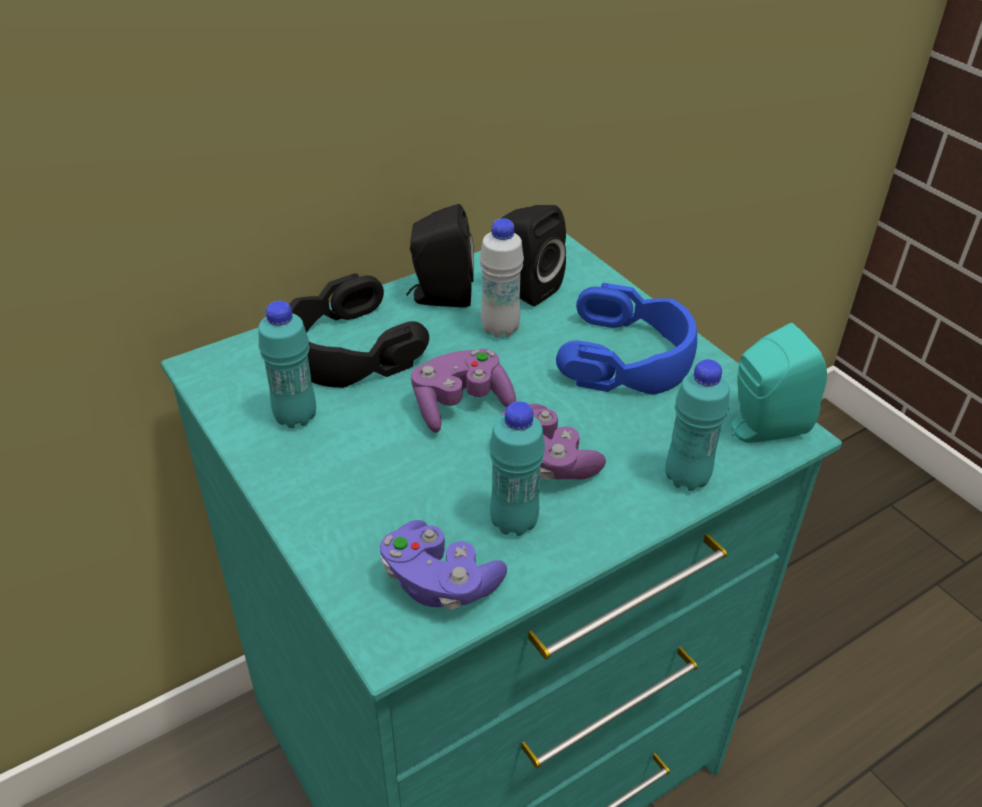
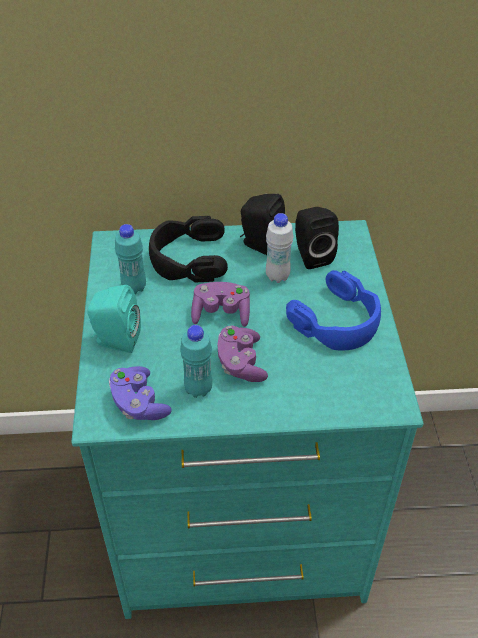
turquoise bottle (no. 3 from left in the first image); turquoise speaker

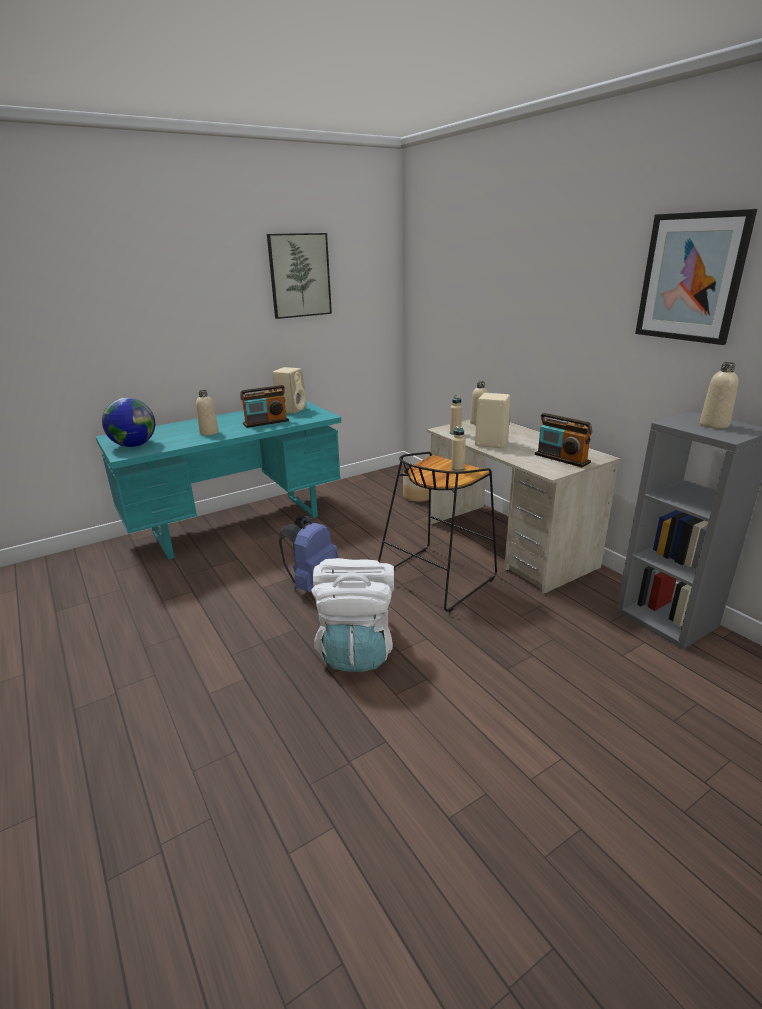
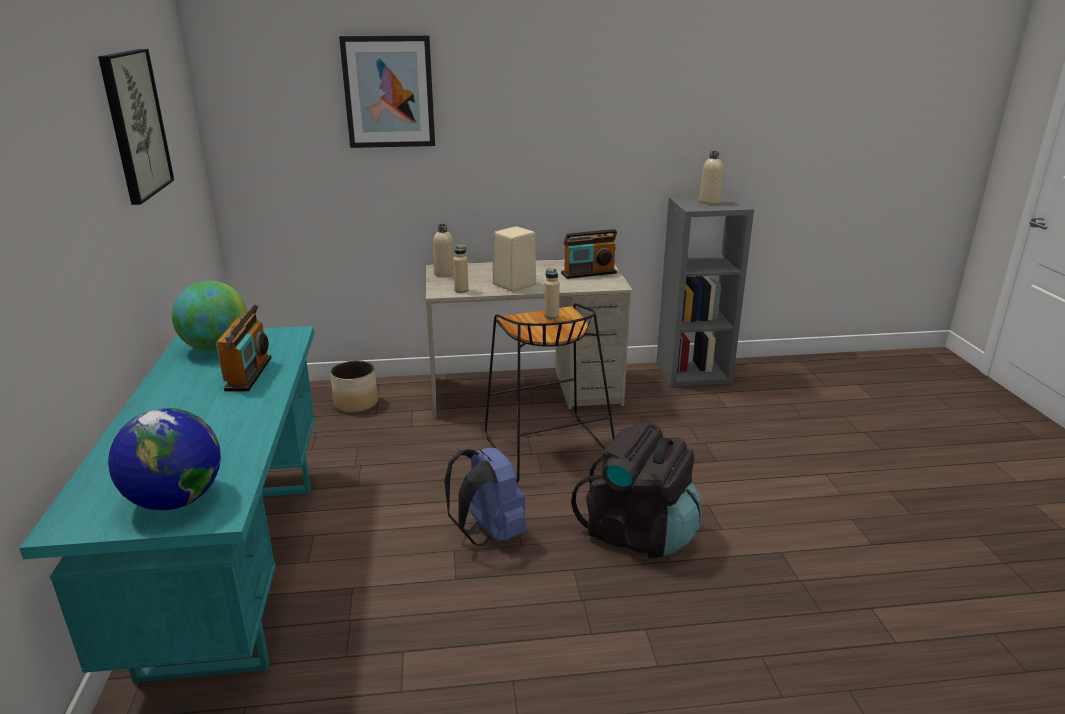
beige bottle (no. 1 from left in the first image); picture (no. 2 from left); globe (no. 2 from left); black backpack

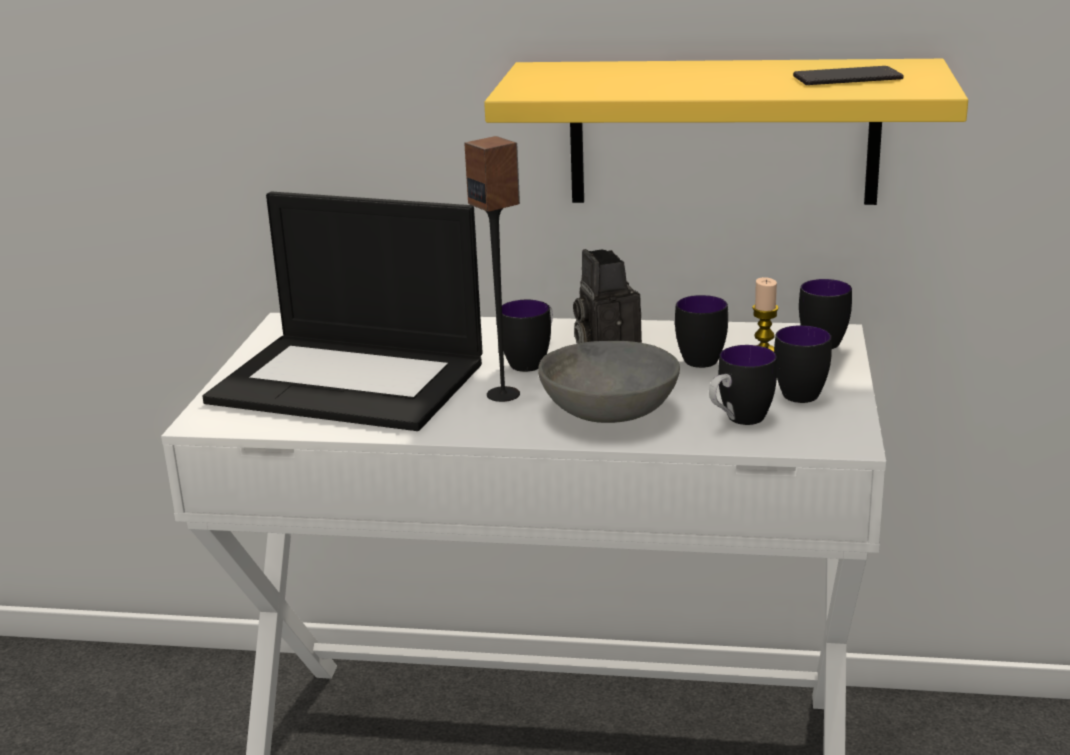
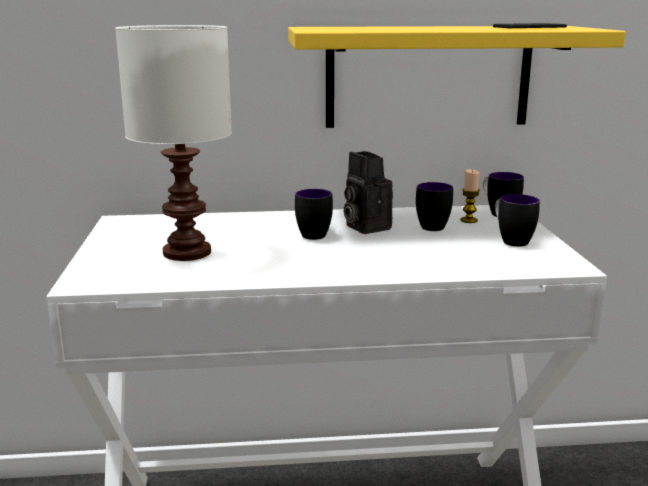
speaker; grey bowl; mug (no. 3 from left in the first image); white table lamp

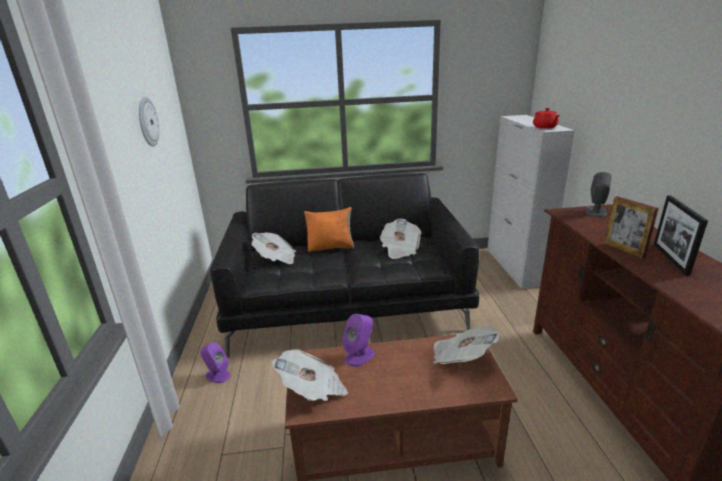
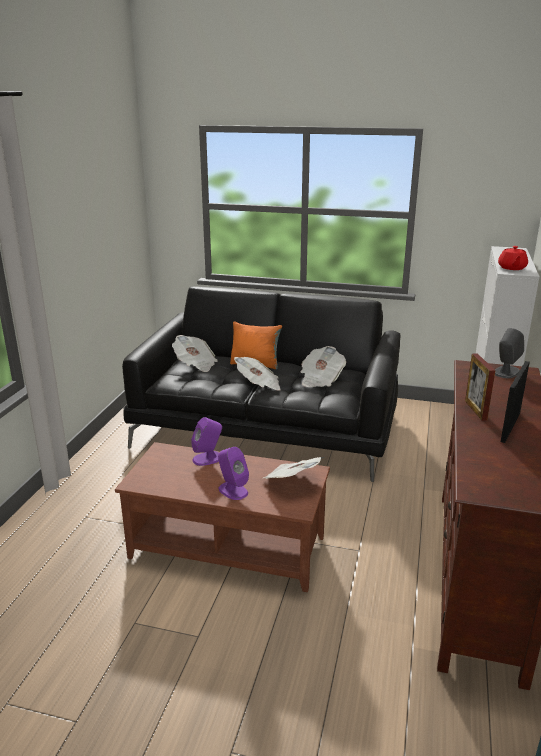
wall clock; purple speaker (no. 2 from left); newspaper (no. 2 from left)

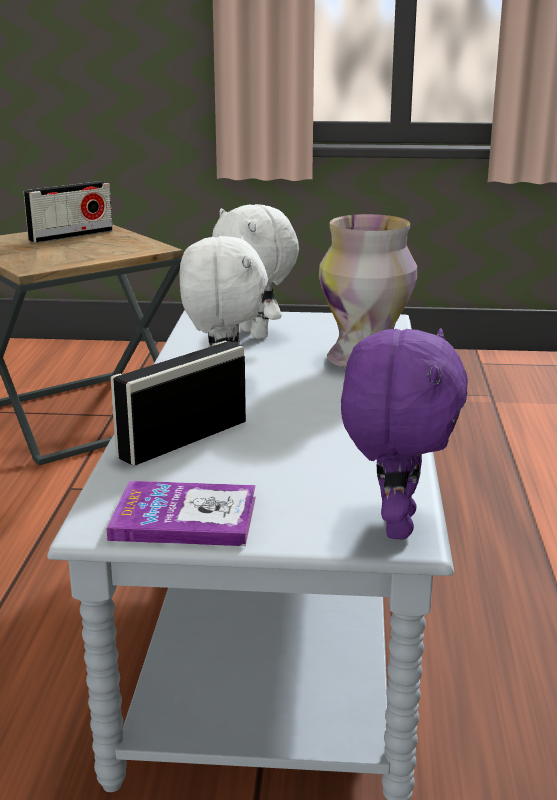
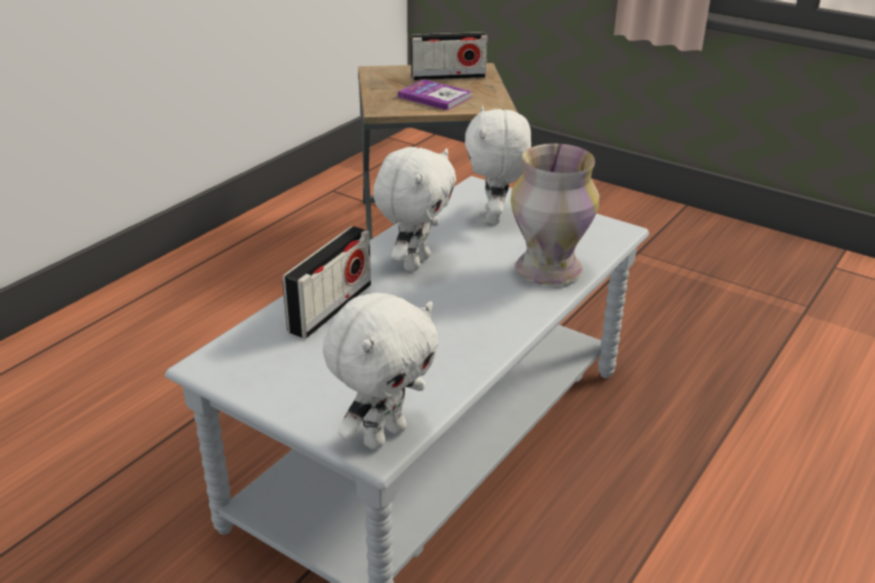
book; white plush toy (no. 1 from left); radio (no. 1 from left)

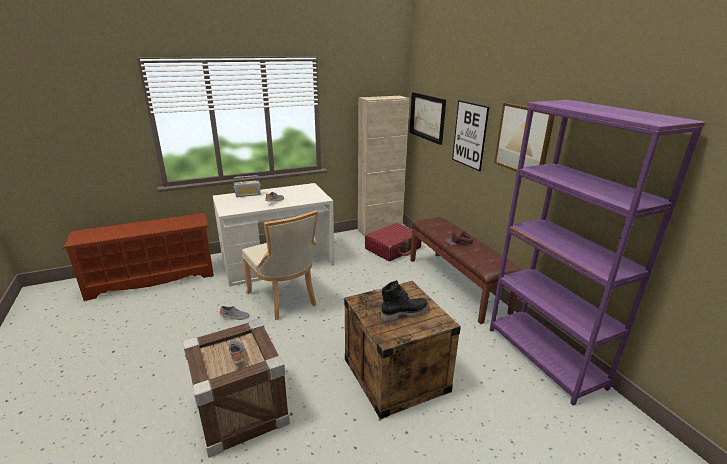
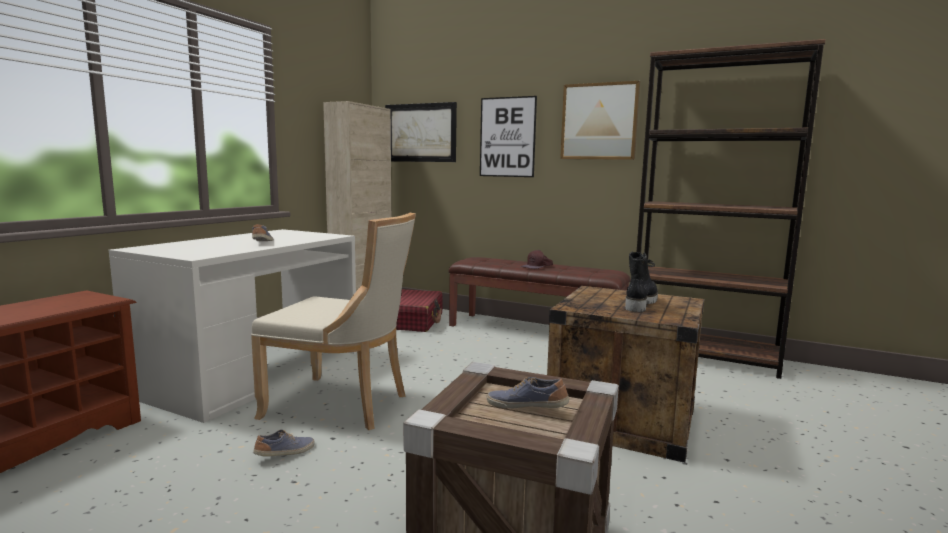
radio; brown bookcase

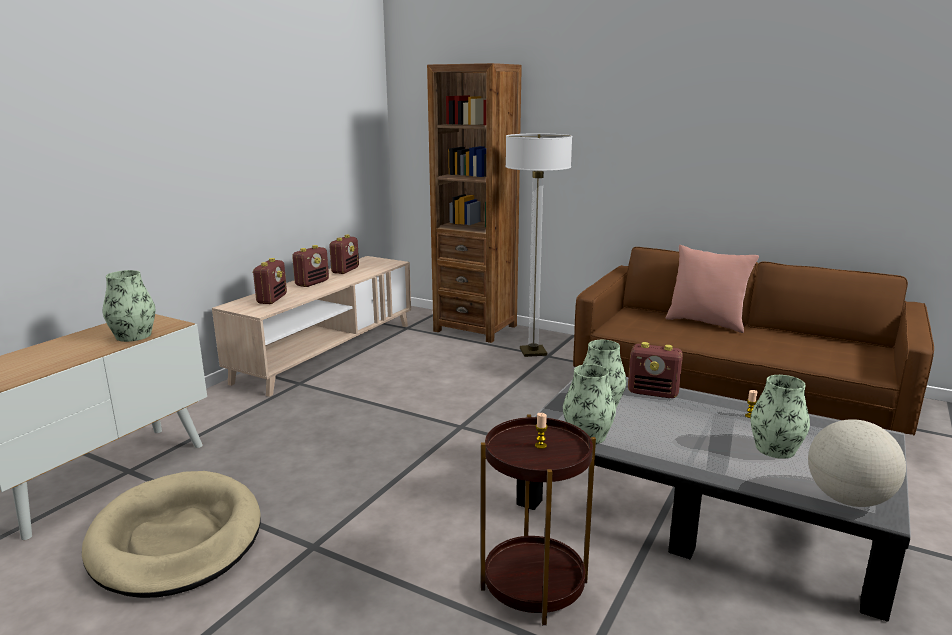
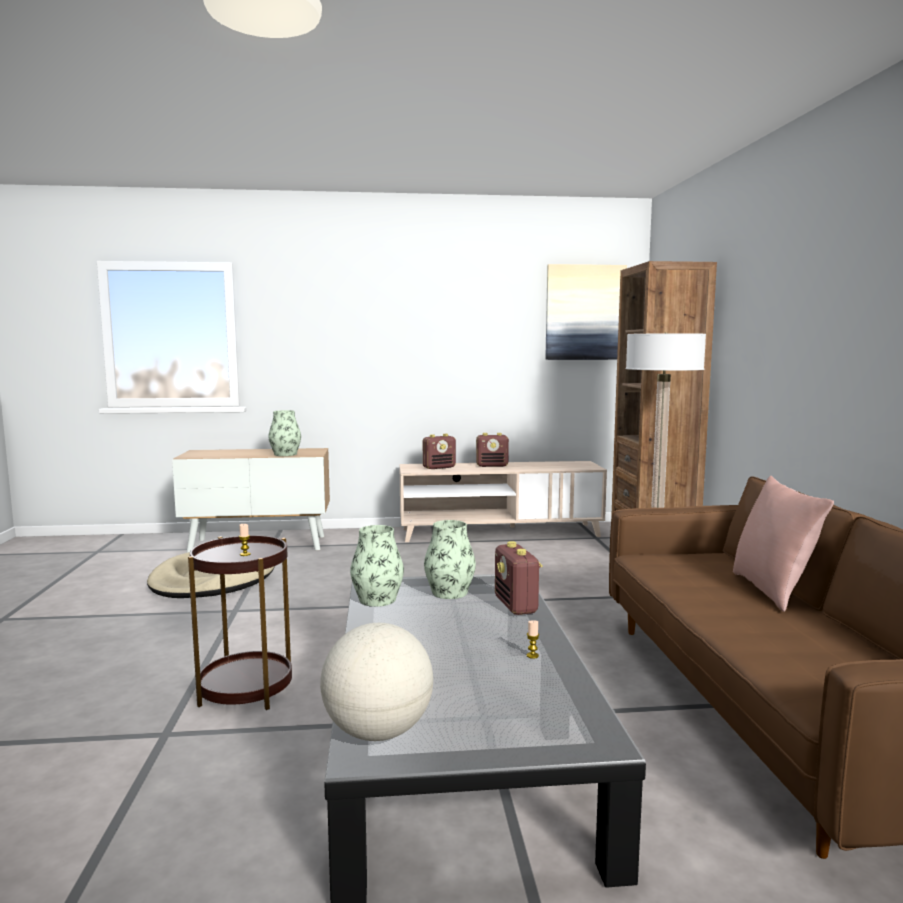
radio (no. 3 from left in the first image); vase (no. 4 from left in the first image); picture

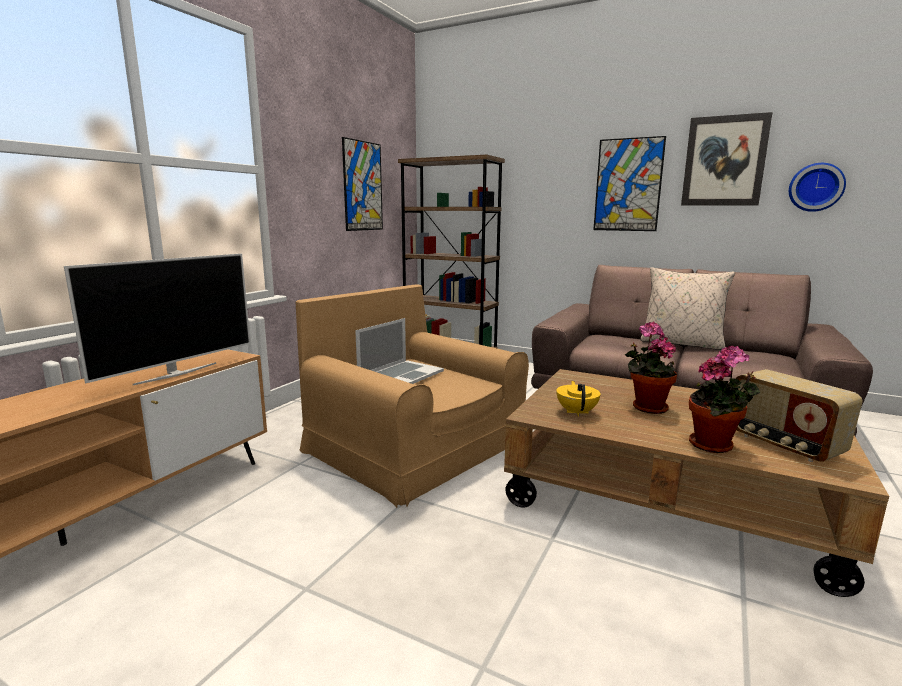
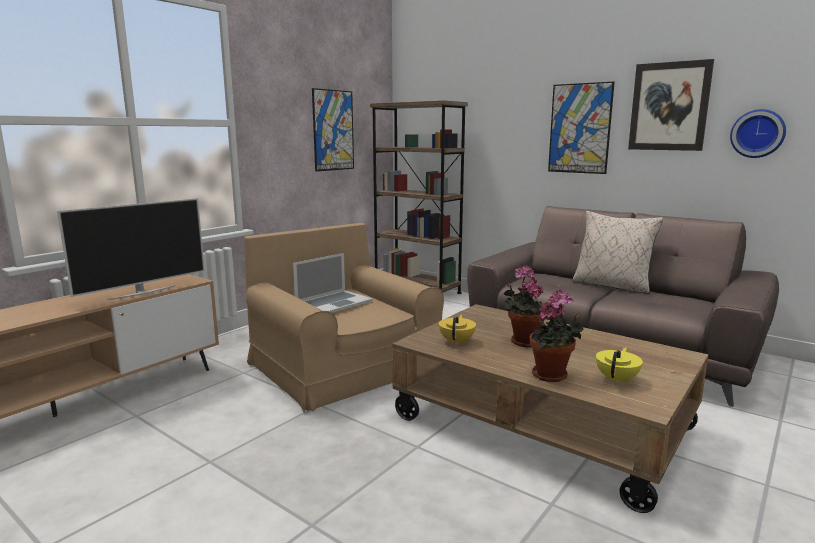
yellow teapot (no. 2 from left)

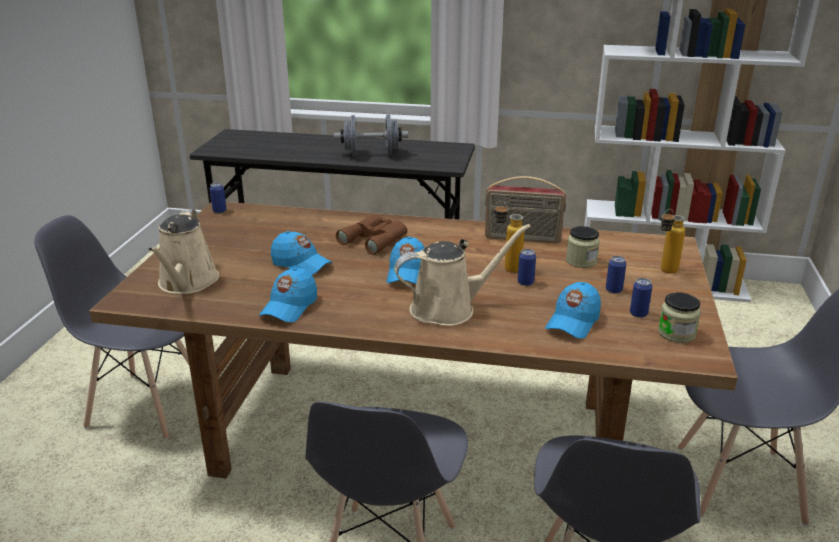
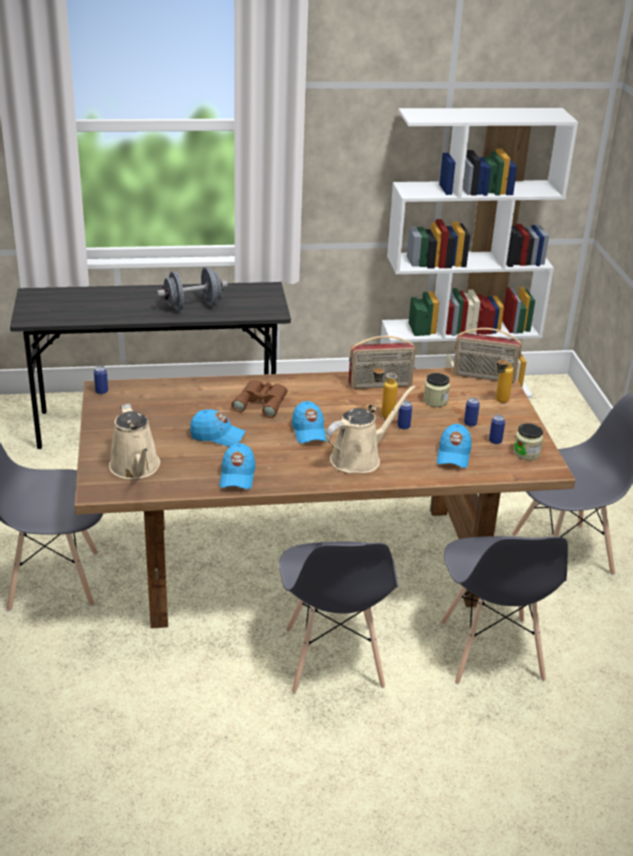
radio (no. 2 from left)

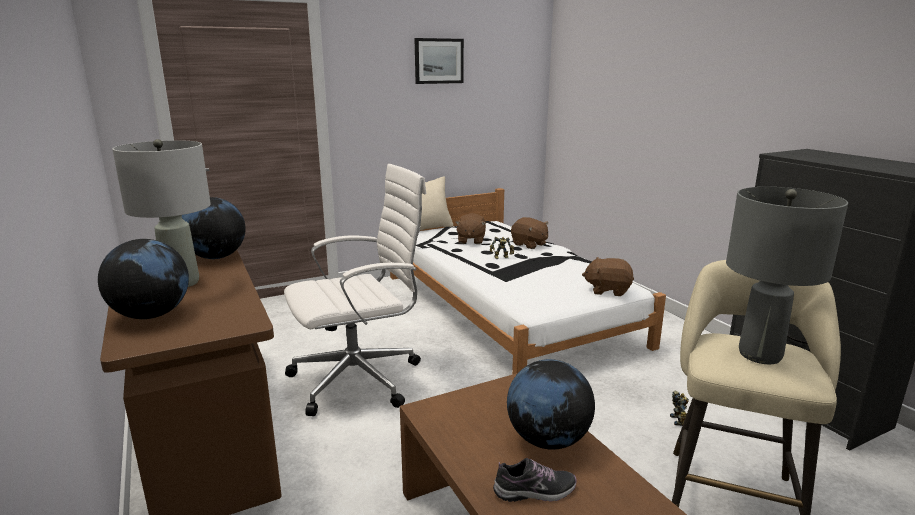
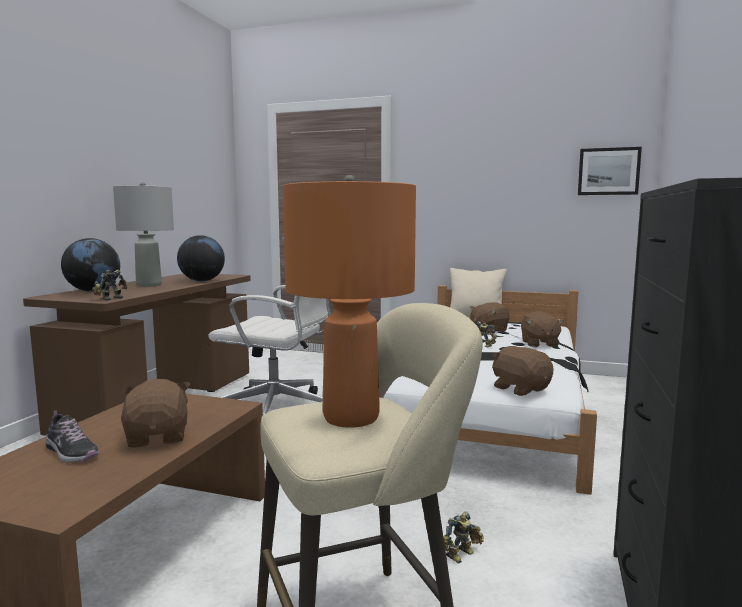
toy robot (no. 1 from left); picture; brown plush toy (no. 1 from left); orange table lamp

